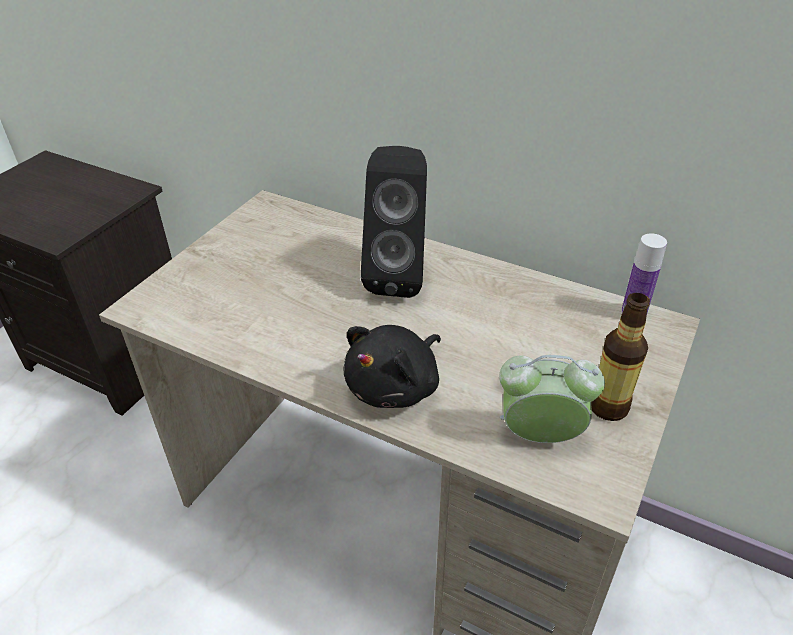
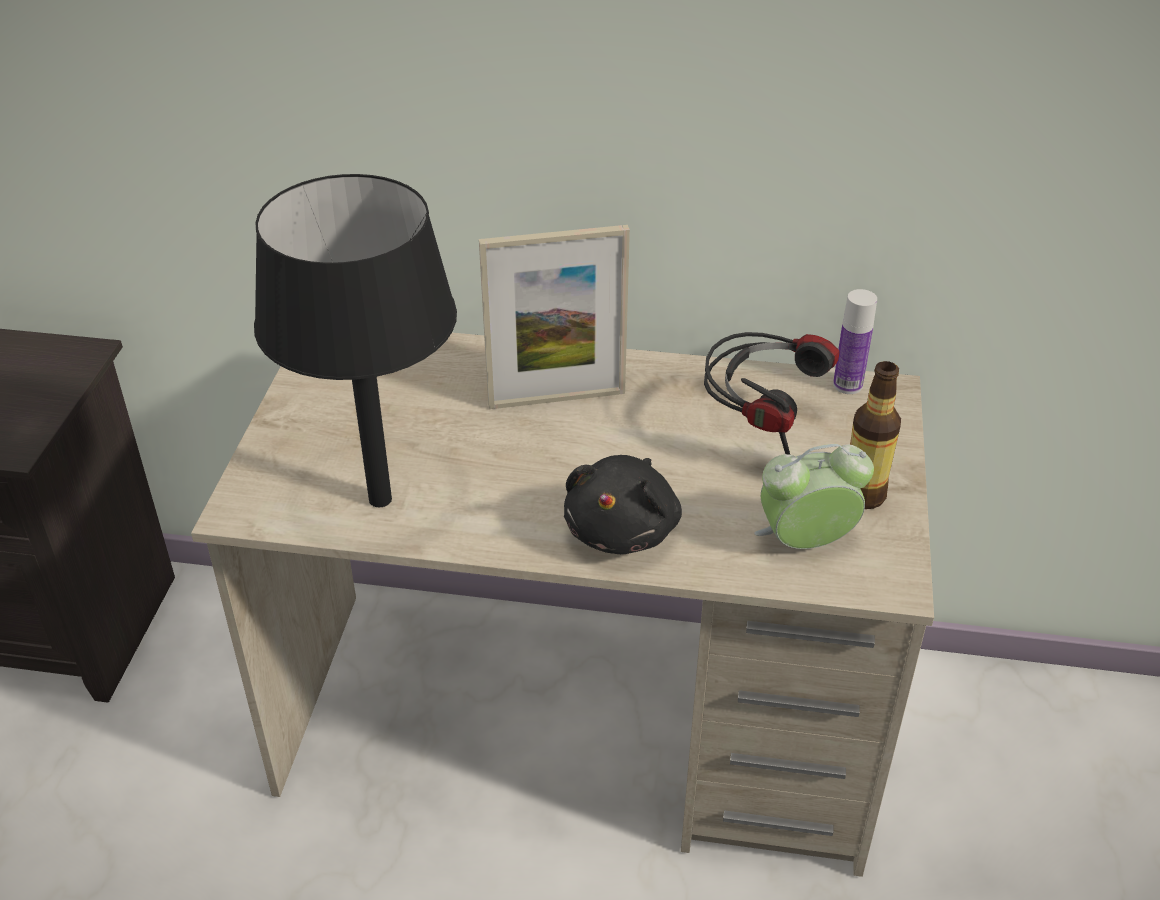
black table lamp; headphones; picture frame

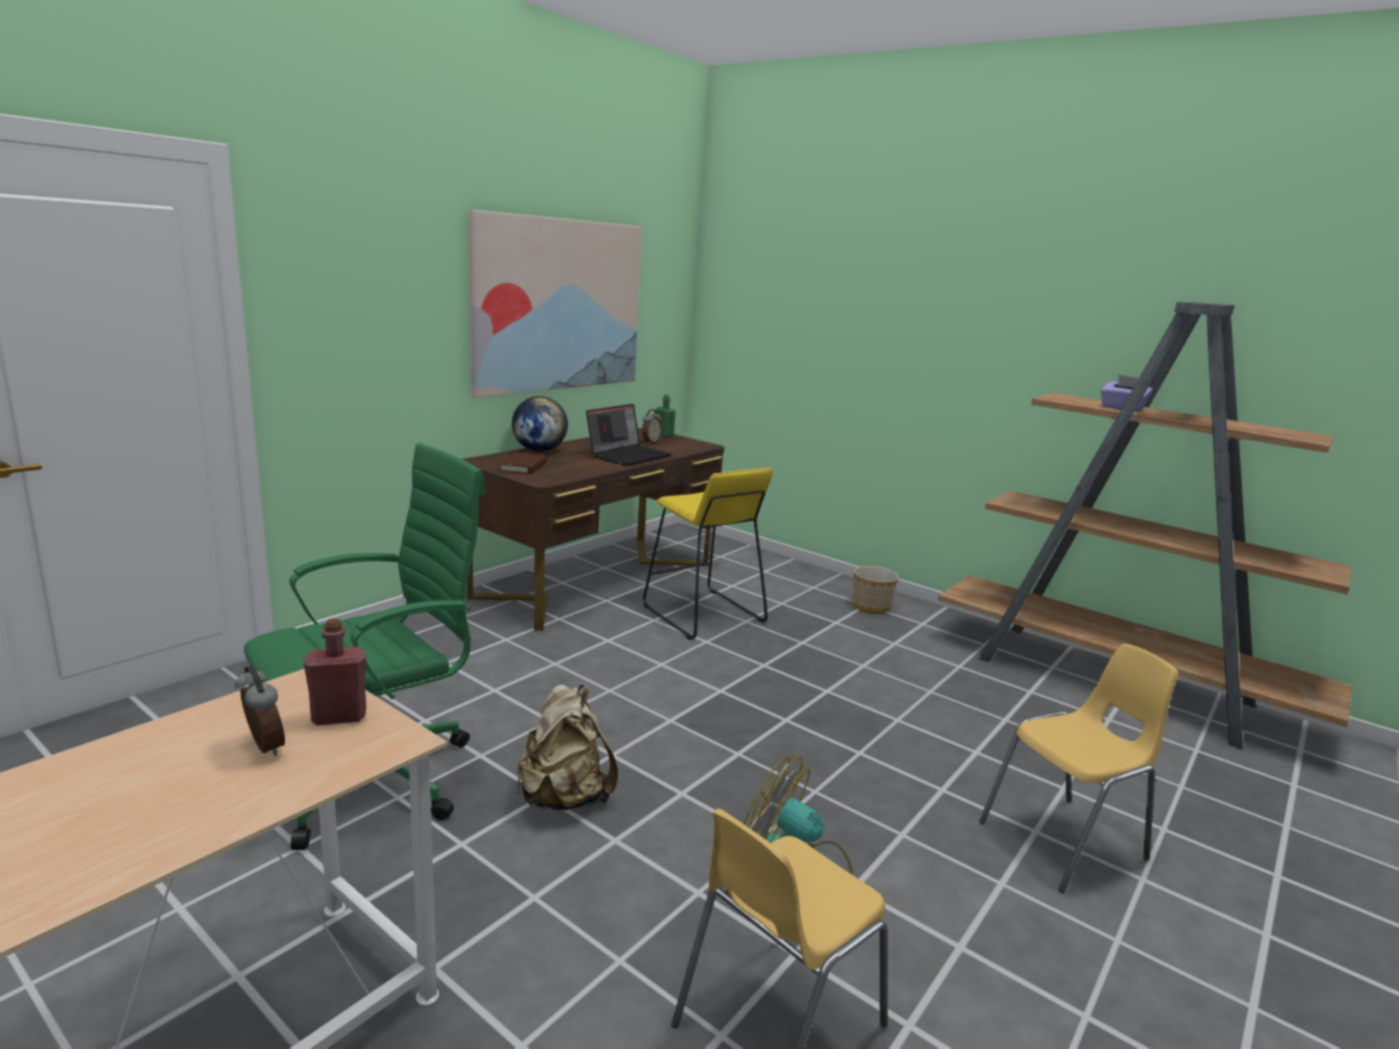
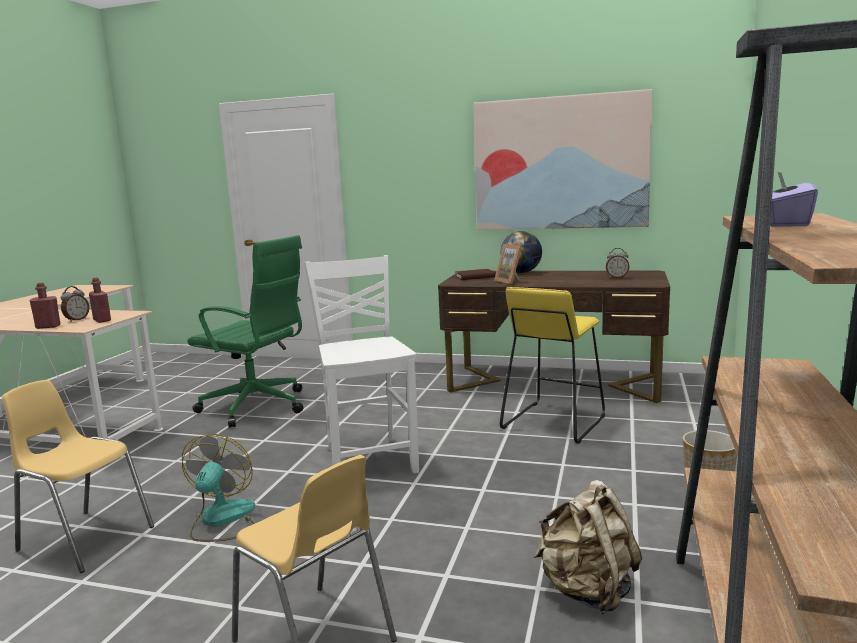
laptop; green bottle; red bottle (no. 1 from left); white chair; picture frame; beige backpack

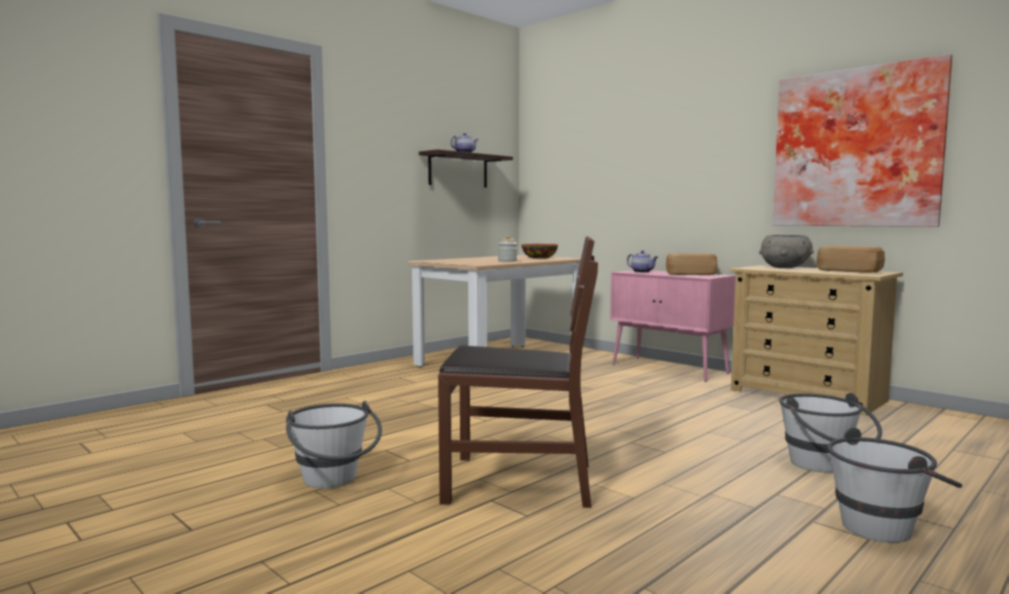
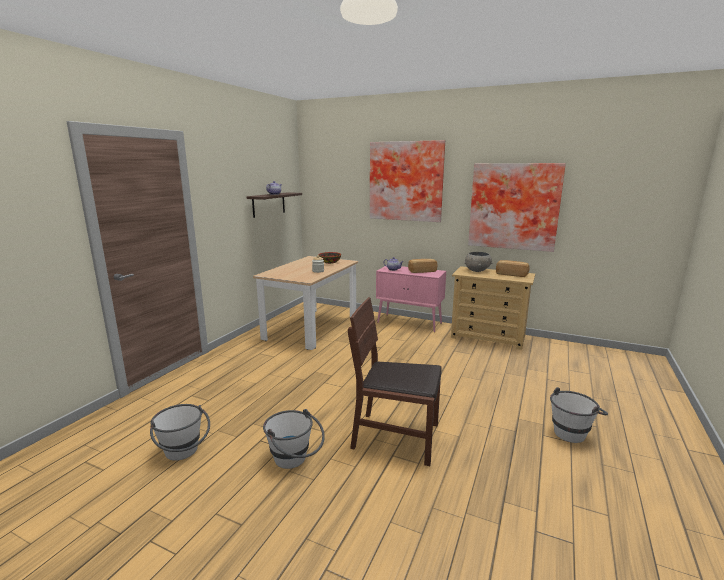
picture (no. 1 from left); white bucket (no. 1 from left); brown chair

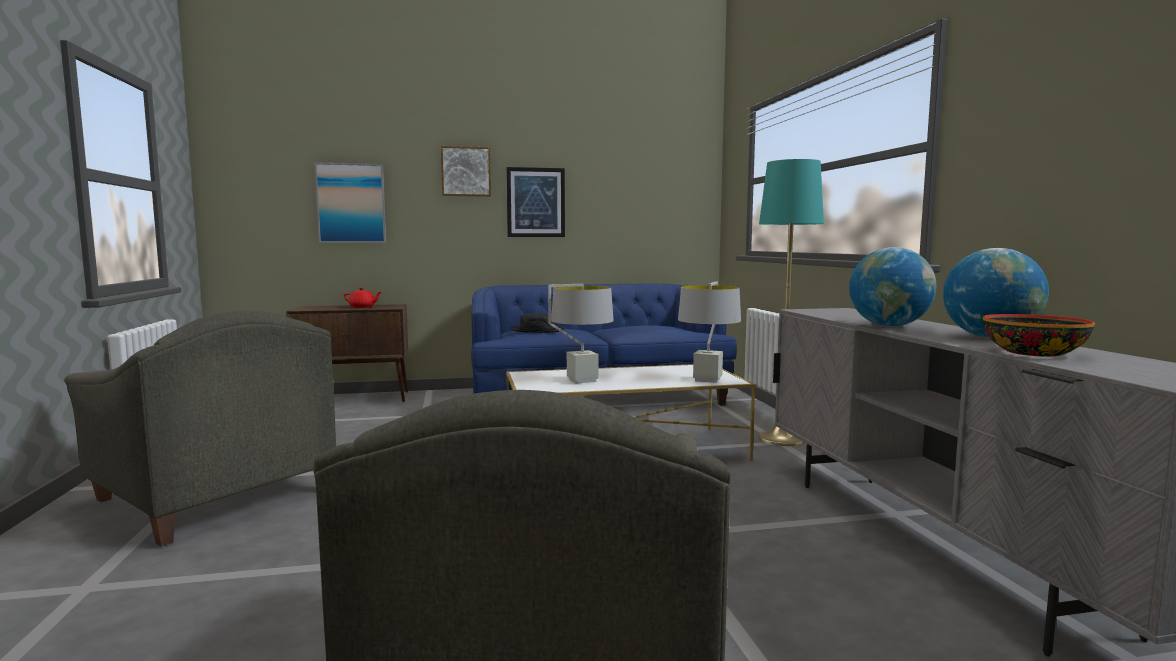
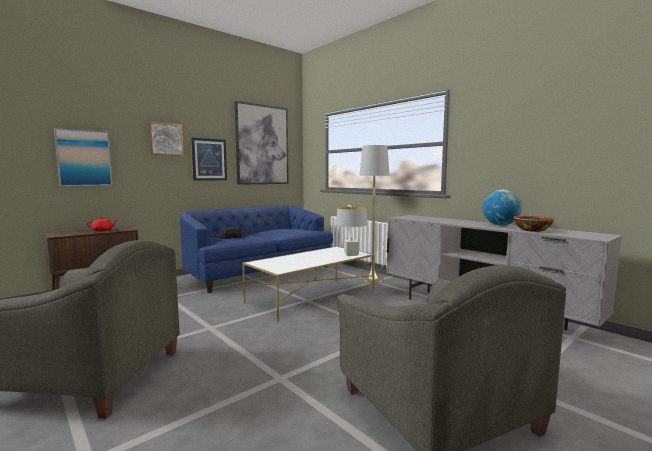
grey table lamp (no. 1 from left in the first image); globe (no. 1 from left in the first image); picture (no. 4 from left); grey floor lamp

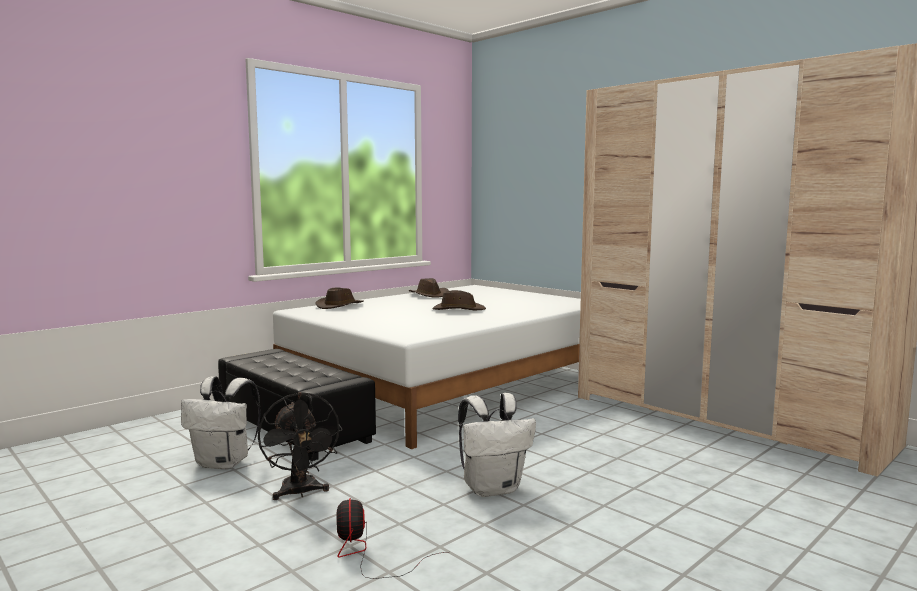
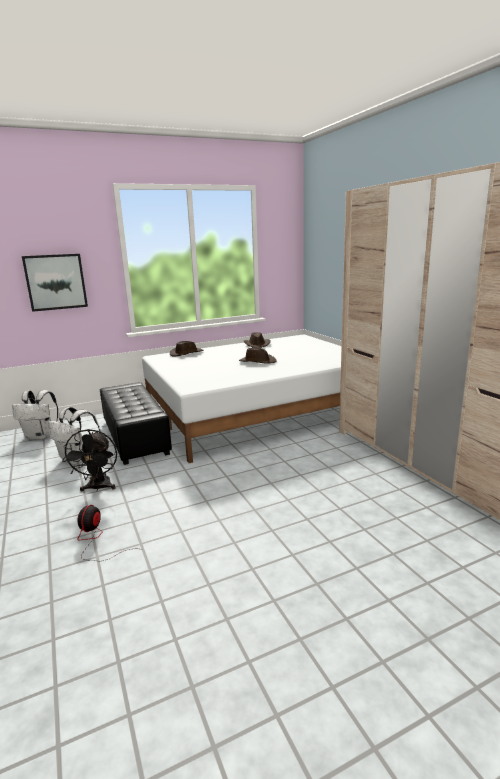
picture; white backpack (no. 1 from left)

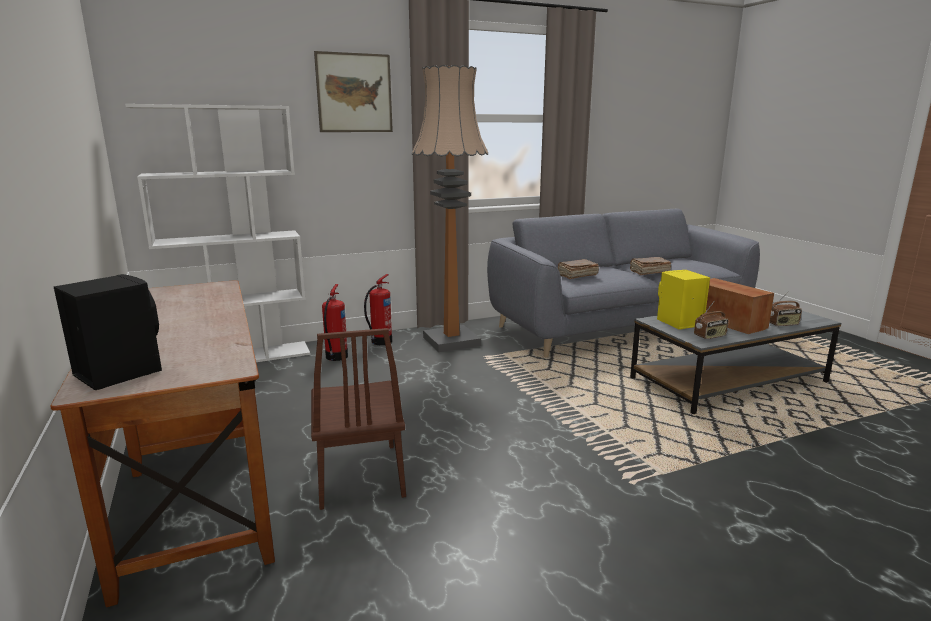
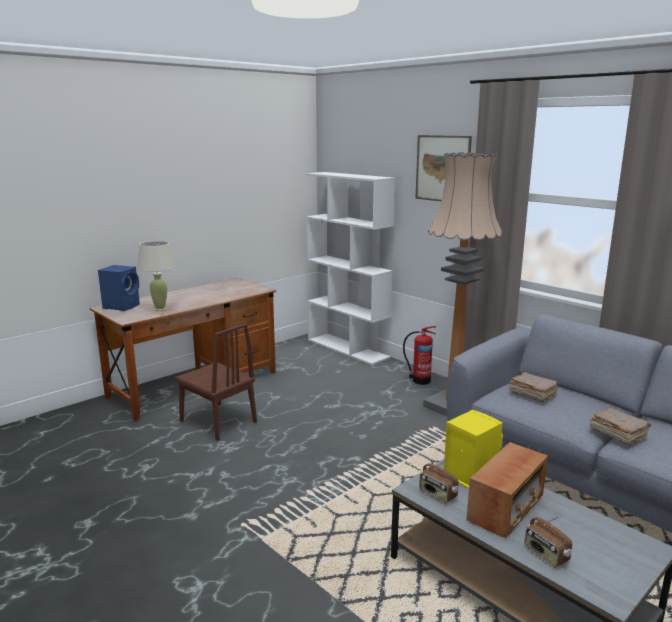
fire extinguisher (no. 1 from left in the first image); beige table lamp; blue speaker; brown chair

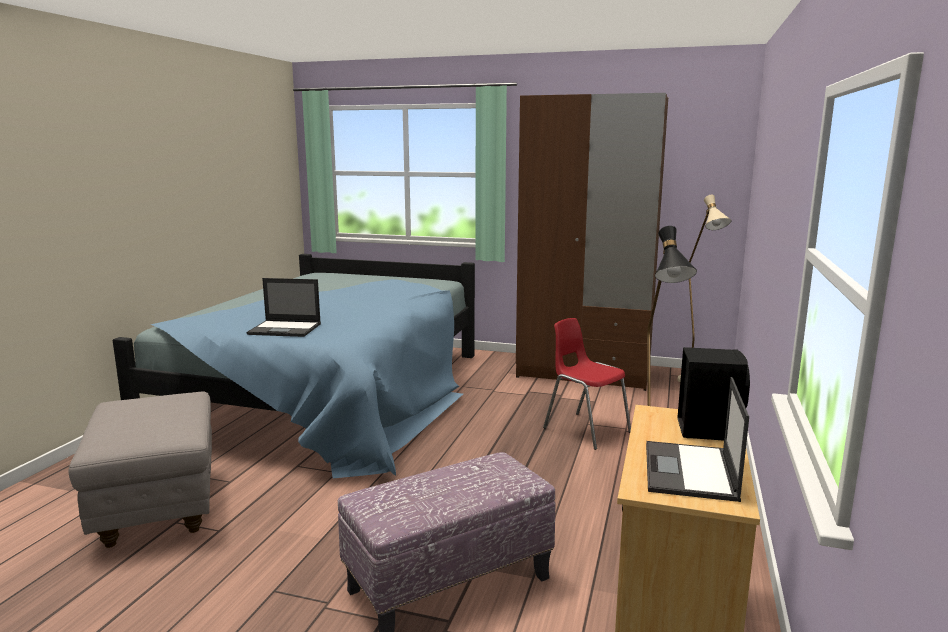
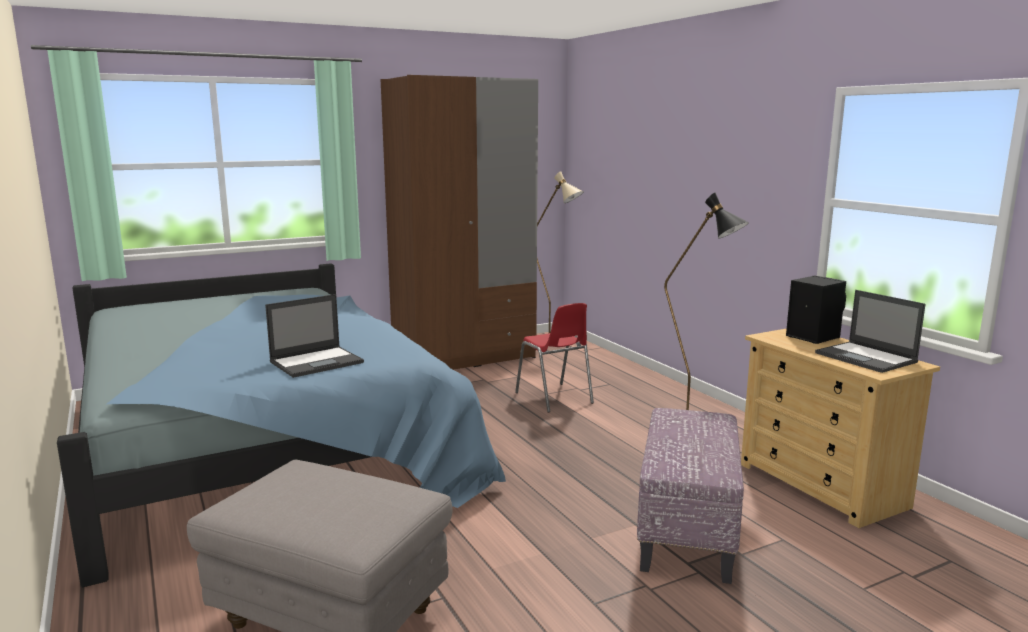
red chair

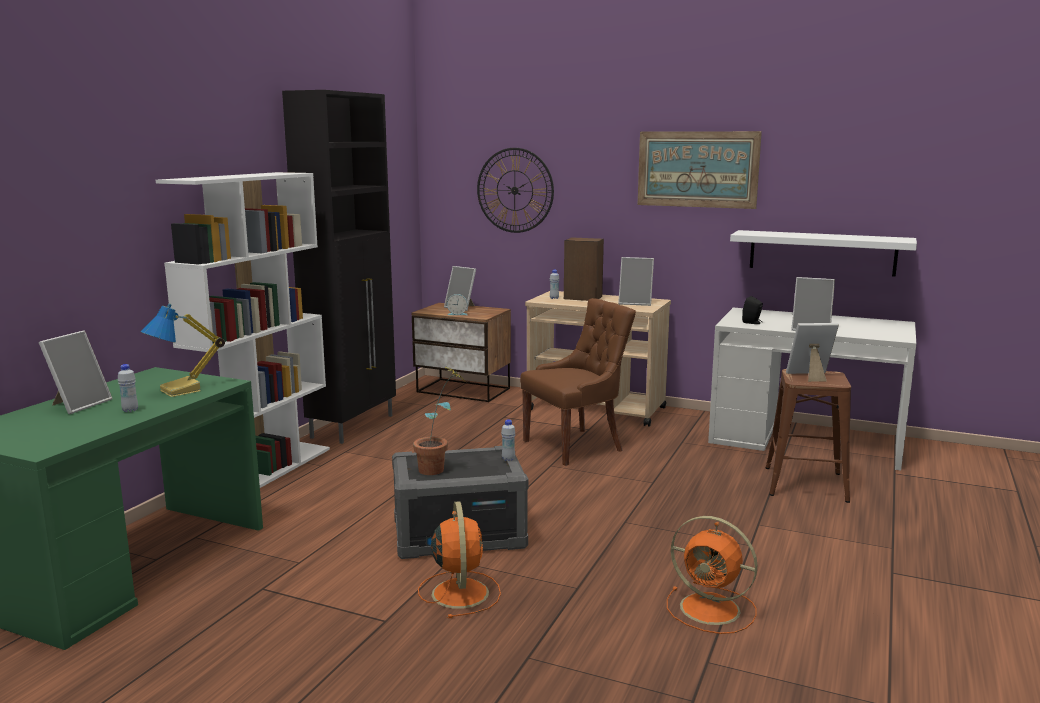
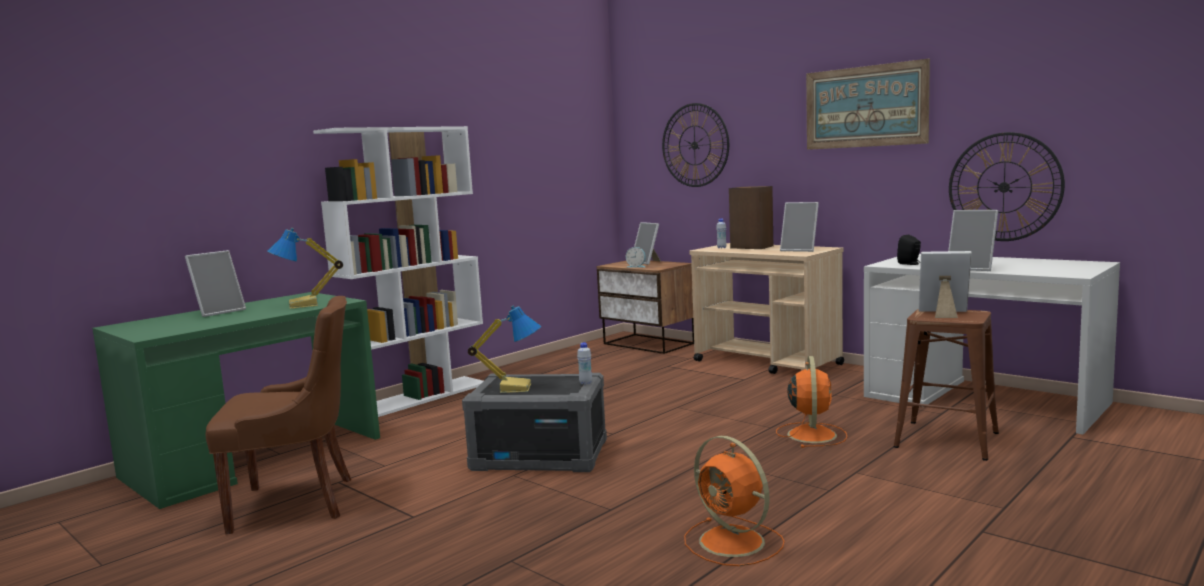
white bottle (no. 1 from left in the first image); black cabinet; orange fan (no. 2 from left); brown chair; table lamp (no. 2 from left); wall clock (no. 2 from left)

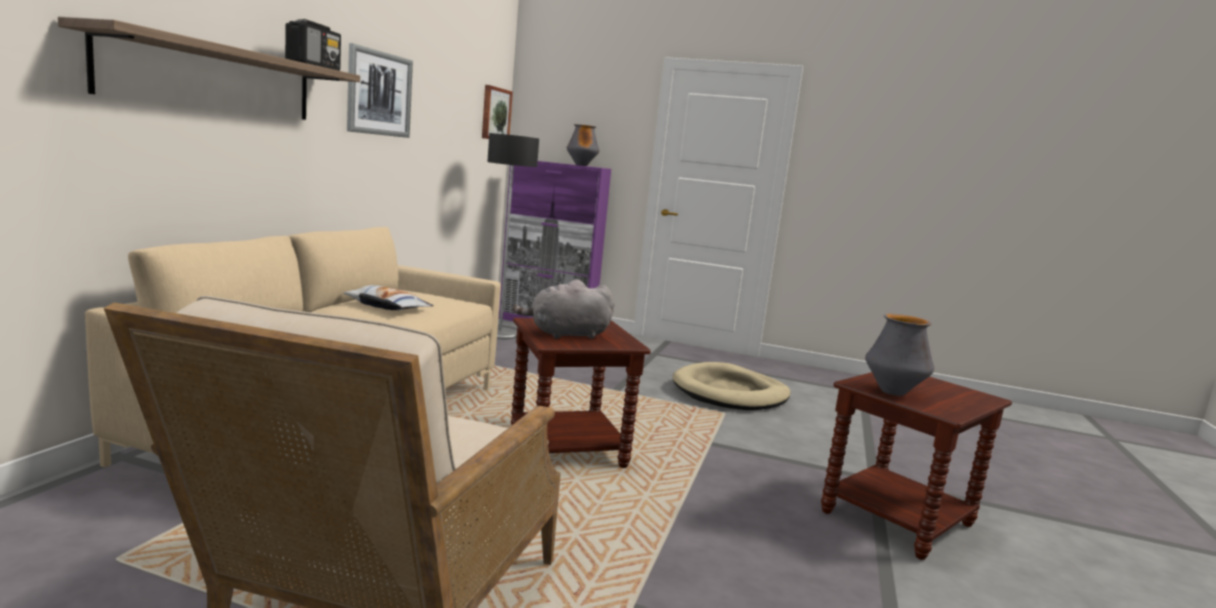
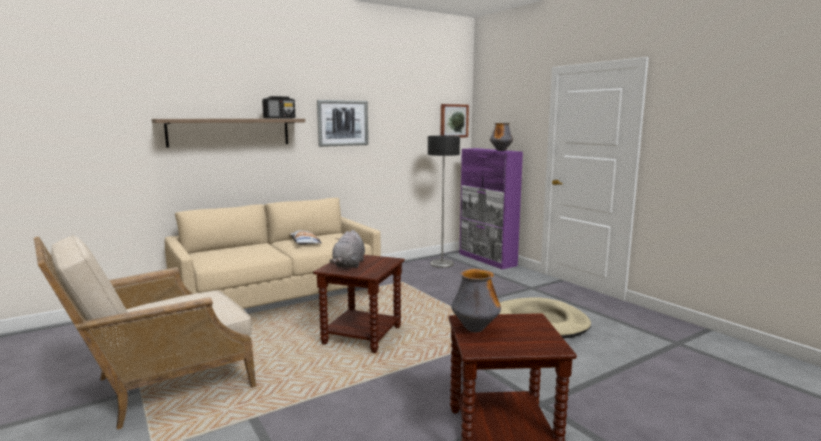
grey plush toy

